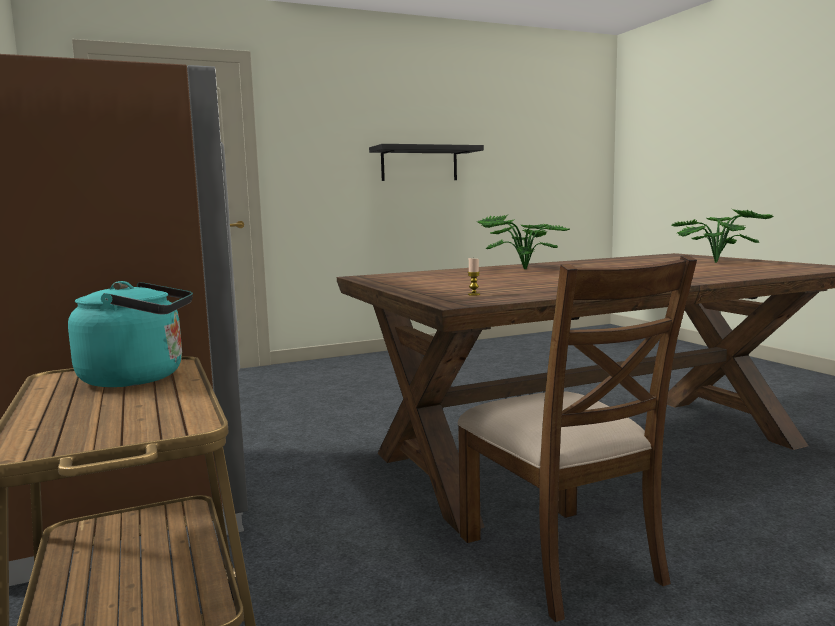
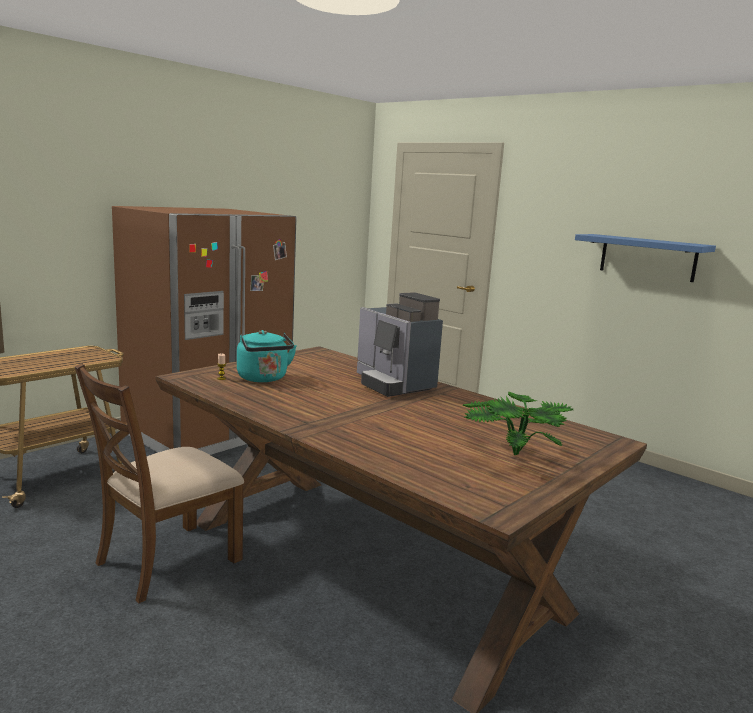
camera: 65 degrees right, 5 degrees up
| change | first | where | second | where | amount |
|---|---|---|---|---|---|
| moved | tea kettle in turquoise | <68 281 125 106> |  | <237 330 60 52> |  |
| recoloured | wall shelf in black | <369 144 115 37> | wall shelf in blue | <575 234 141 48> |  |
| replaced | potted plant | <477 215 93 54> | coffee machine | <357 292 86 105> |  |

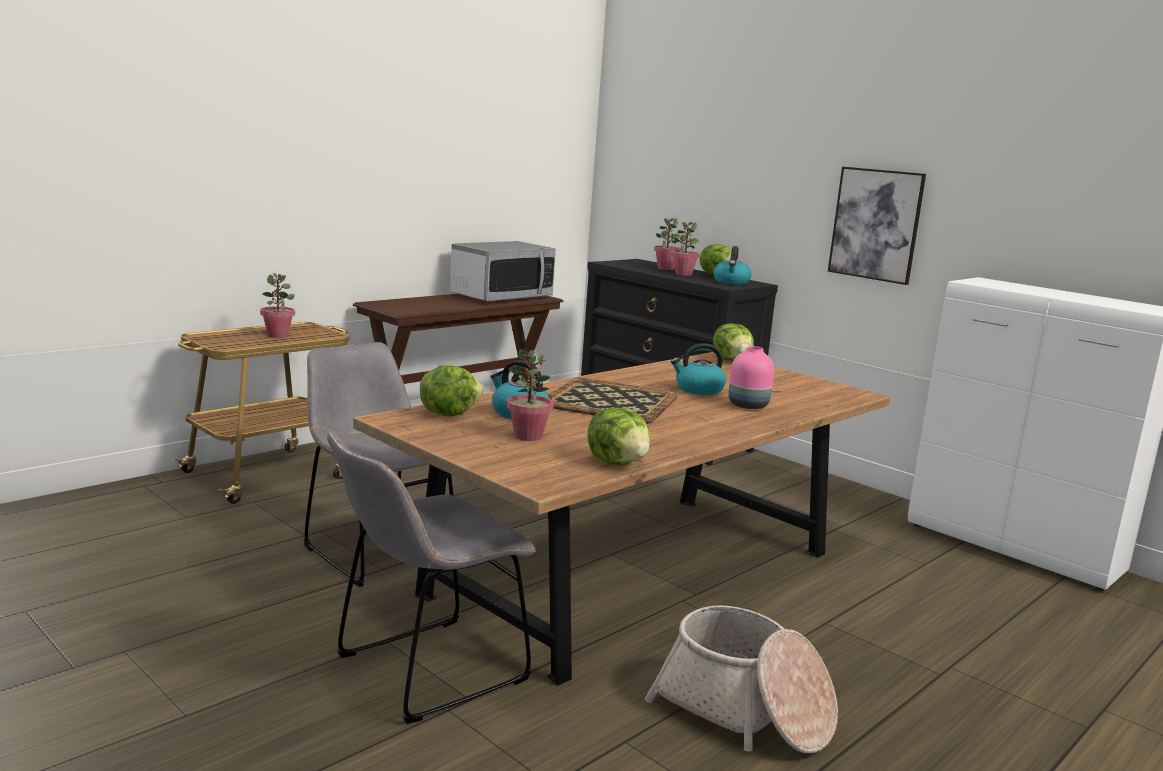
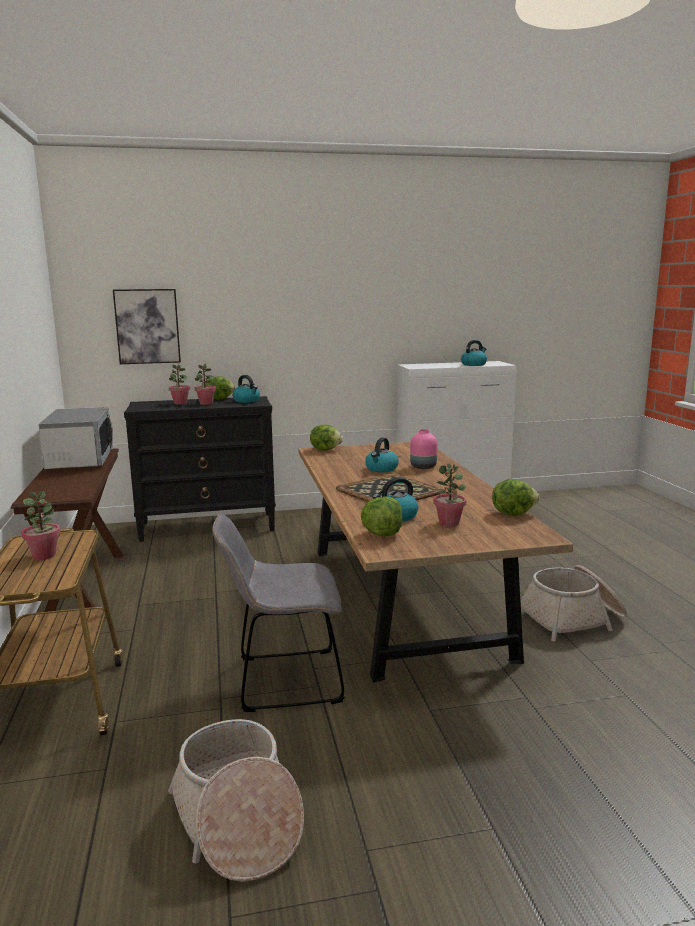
camera: 55 degrees left, 0 degrees up
| change | first | where | second | where | amount |
|---|---|---|---|---|---|
| removed | plain chair in greyish | <327 432 209 292> |  |  |  |
| moved | wall art | <828 167 98 118> |  | <113 289 68 75> |  |
| added |  |  | household basket | <168 719 136 162> |  |
| added |  |  | tea kettle | <461 340 26 26> |  |

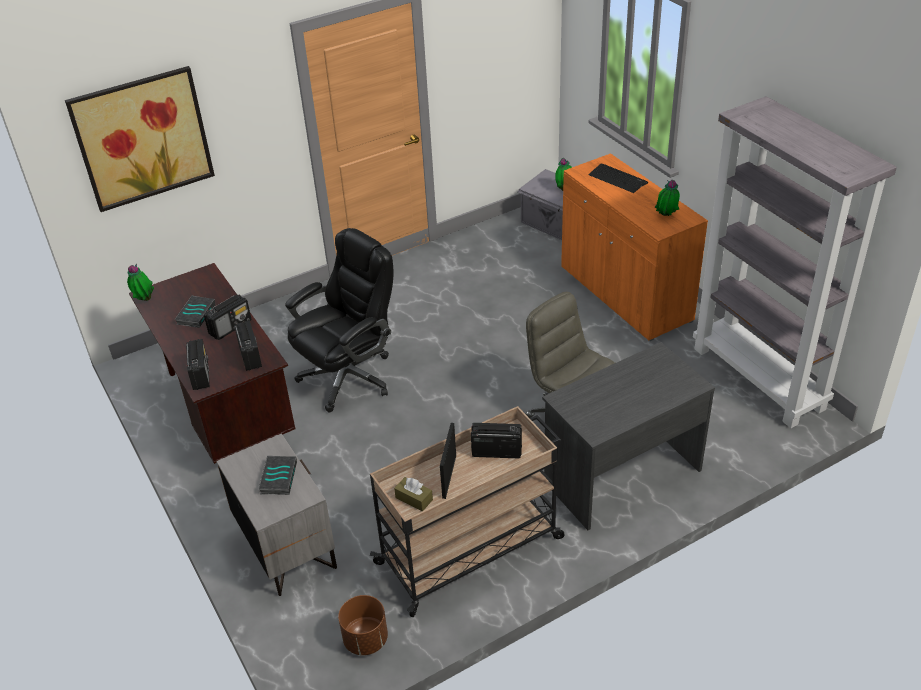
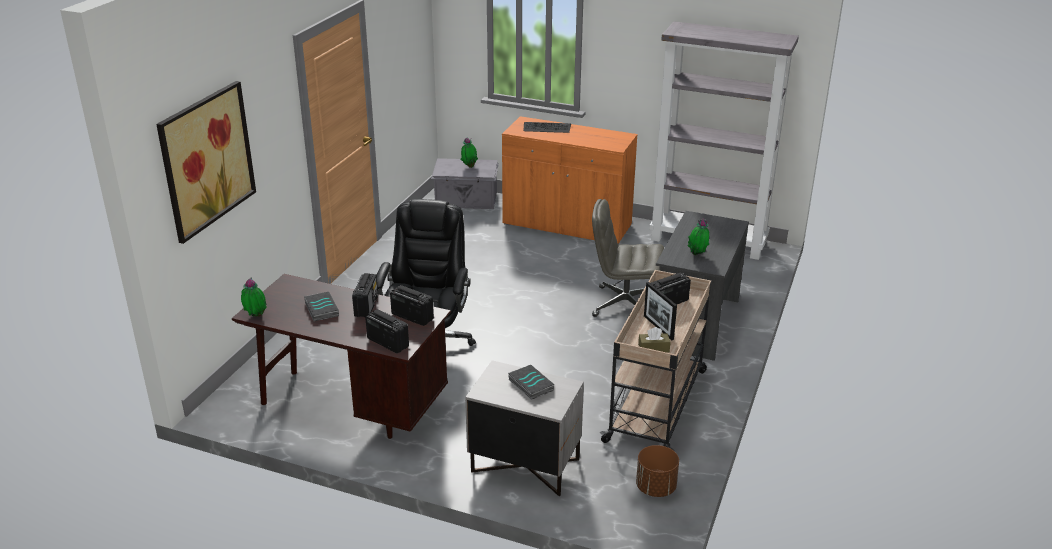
camera: 40 degrees left, 10 degrees down
| change | first | where | second | where | amount |
|---|---|---|---|---|---|
| moved | potted plant | <655 180 25 36> |  | <688 219 21 36> |  |

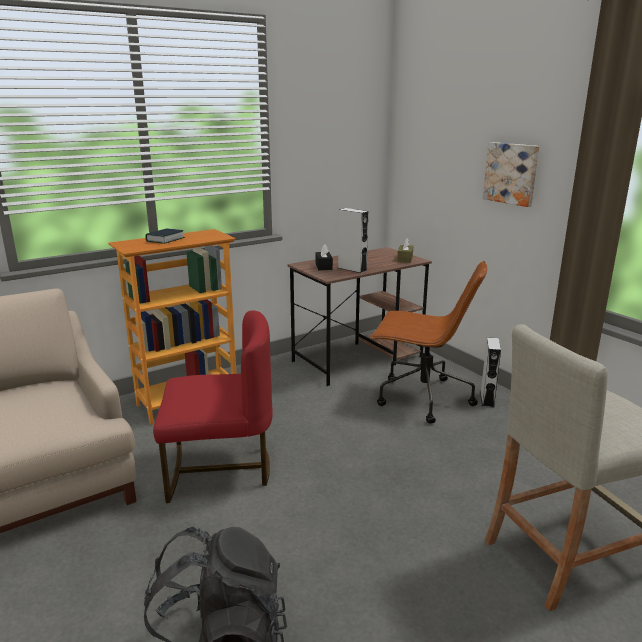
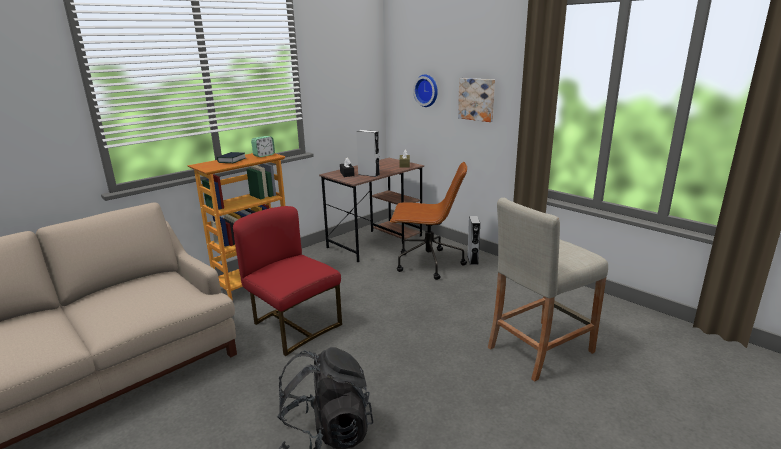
camera: 10 degrees left, 0 degrees up
| change | first | where | second | where | amount |
|---|---|---|---|---|---|
| turned | plain chair in reddish | <153 310 120 193> |  | <233 206 109 150> | 120 degrees counterclockwise |
| added |  |  | alarm clock | <251 136 24 21> |  |
| added |  |  | clock on the wall | <413 74 25 33> |  |

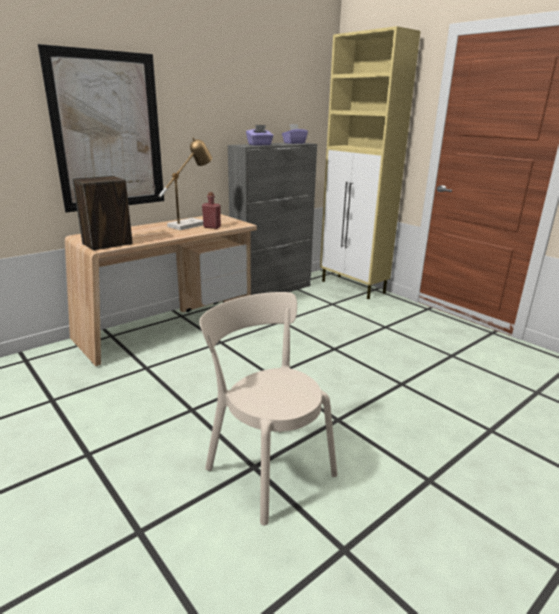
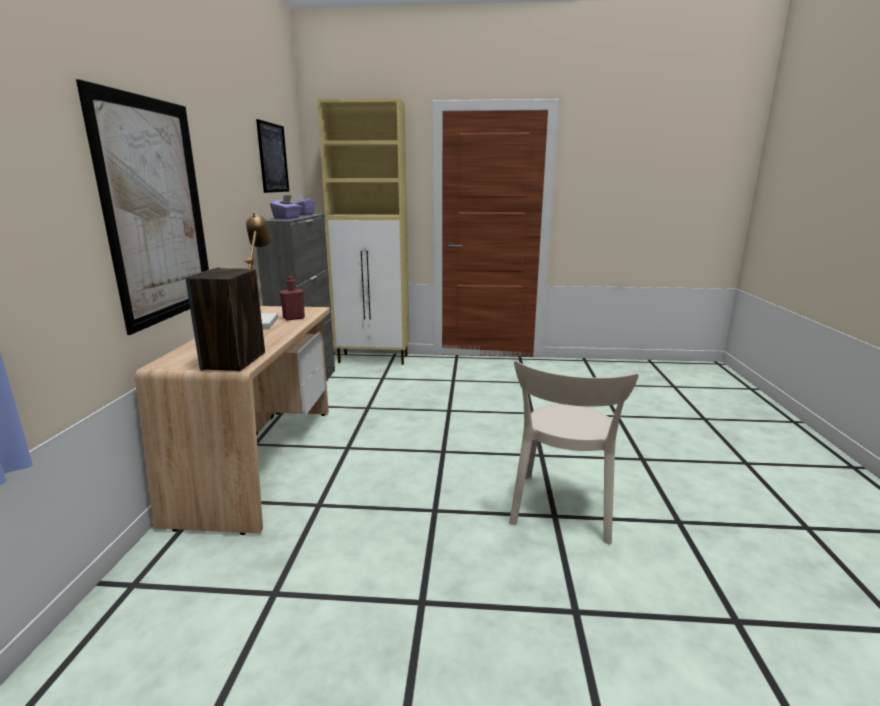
camera: 45 degrees left, 5 degrees down
| change | first | where | second | where | amount |
|---|---|---|---|---|---|
| turned | plain chair in sand-coloured | <199 292 138 234> |  | <509 361 129 183> | 75 degrees counterclockwise |
| added |  |  | wall art | <256 119 33 74> |  |

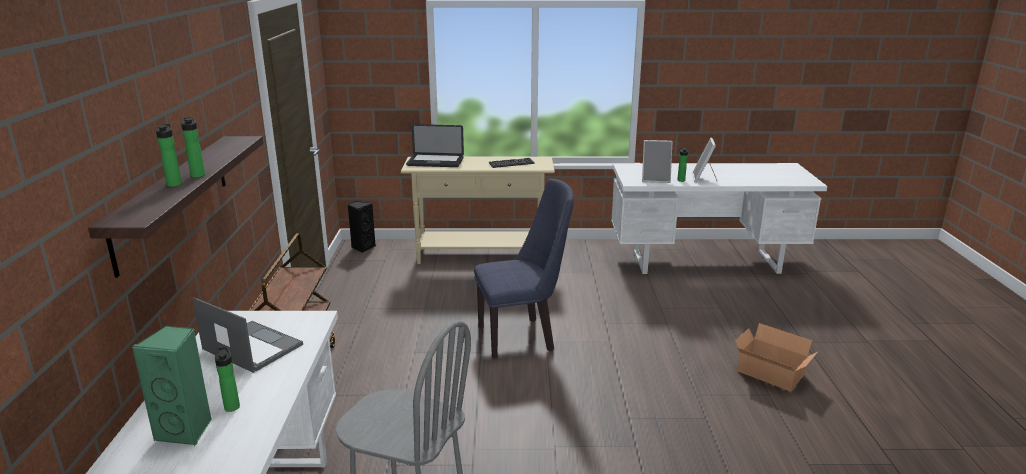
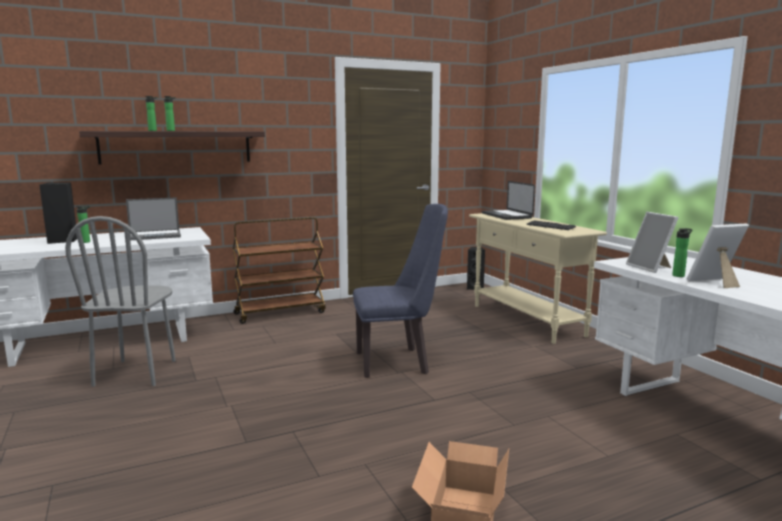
camera: 65 degrees right, 10 degrees down
| change | first | where | second | where | amount |
|---|---|---|---|---|---|
| recoloured | audio speaker in green-coloured | <132 326 80 120> | audio speaker in black | <39 182 38 62> |  |
| turned | laptop | <192 297 111 76> |  | <126 197 55 43> | 60 degrees clockwise |
| turned | plain chair in blue | <474 179 100 179> |  | <353 204 95 174> | 60 degrees counterclockwise |

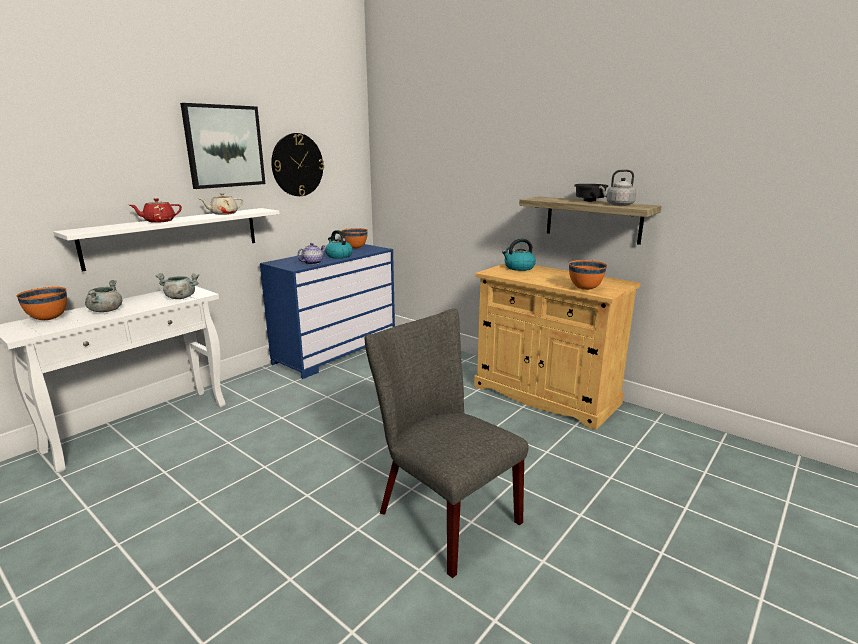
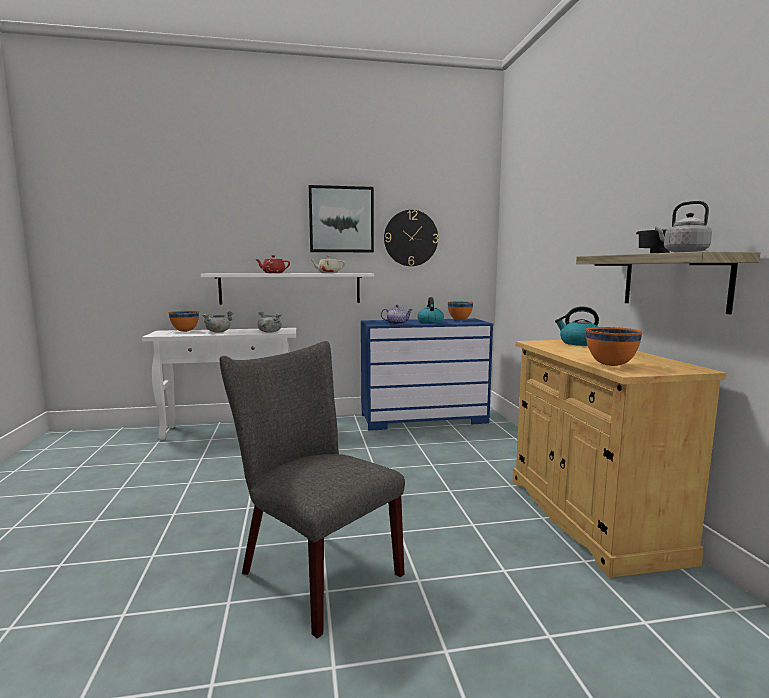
camera: 40 degrees right, 10 degrees down
| change | first | where | second | where | amount |
|---|---|---|---|---|---|
| turned | plain chair in greyish | <365 308 164 270> |  | <220 341 185 297> | 45 degrees counterclockwise |

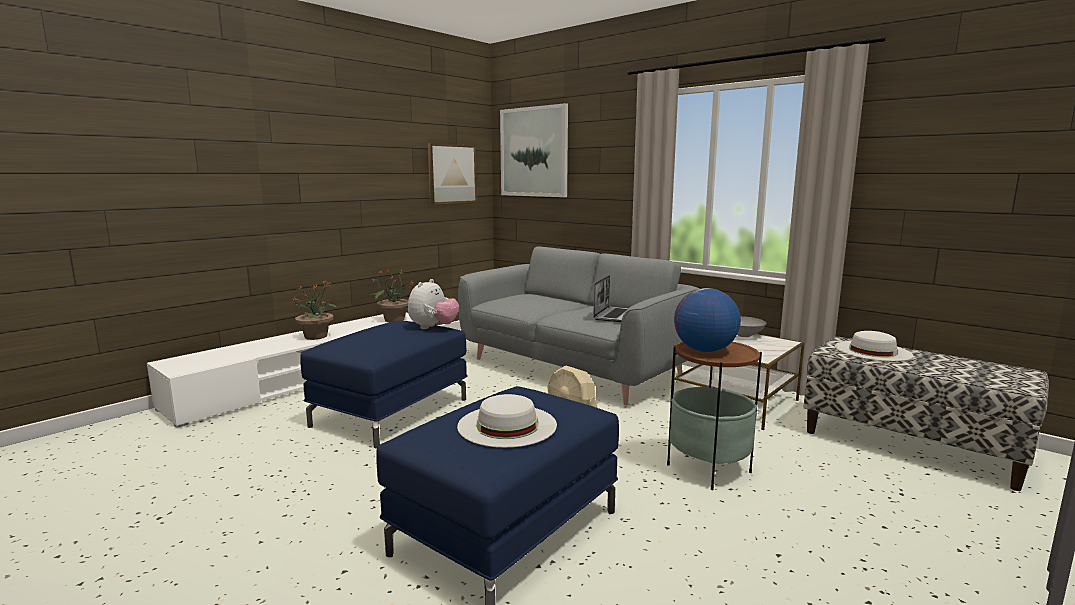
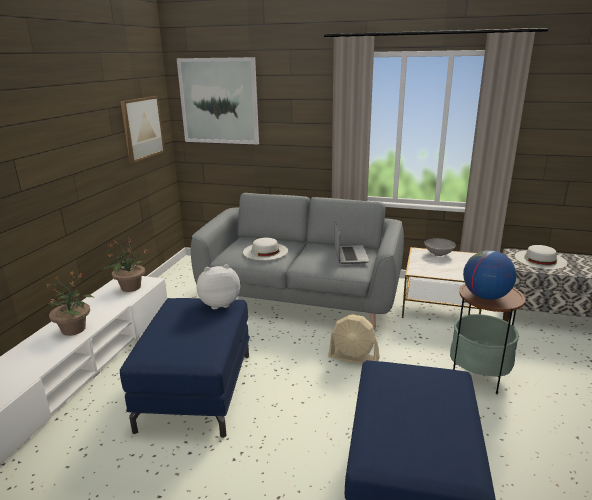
camera: 25 degrees left, 10 degrees up
| change | first | where | second | where | amount |
|---|---|---|---|---|---|
| turned | plush toy | <408 279 51 50> |  | <197 264 43 45> | 105 degrees counterclockwise |
| moved | clothing hat in white | <457 394 100 54> |  | <243 238 45 22> |  |

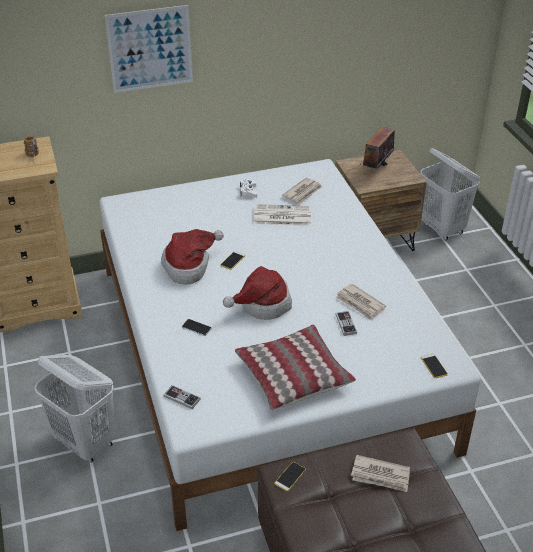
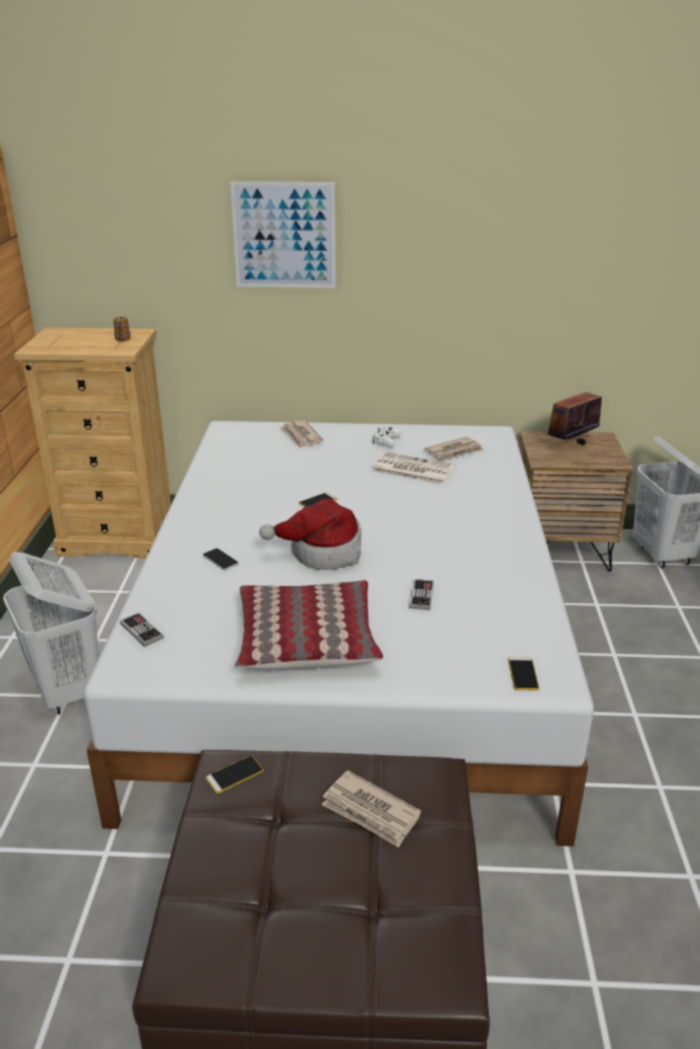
camera: 20 degrees right, 10 degrees down
| change | first | where | second | where | amount |
|---|---|---|---|---|---|
| removed | clothing hat | <161 229 63 56> |  |  |  |
| moved | daily paper | <336 284 50 37> |  | <280 420 43 28> |  |

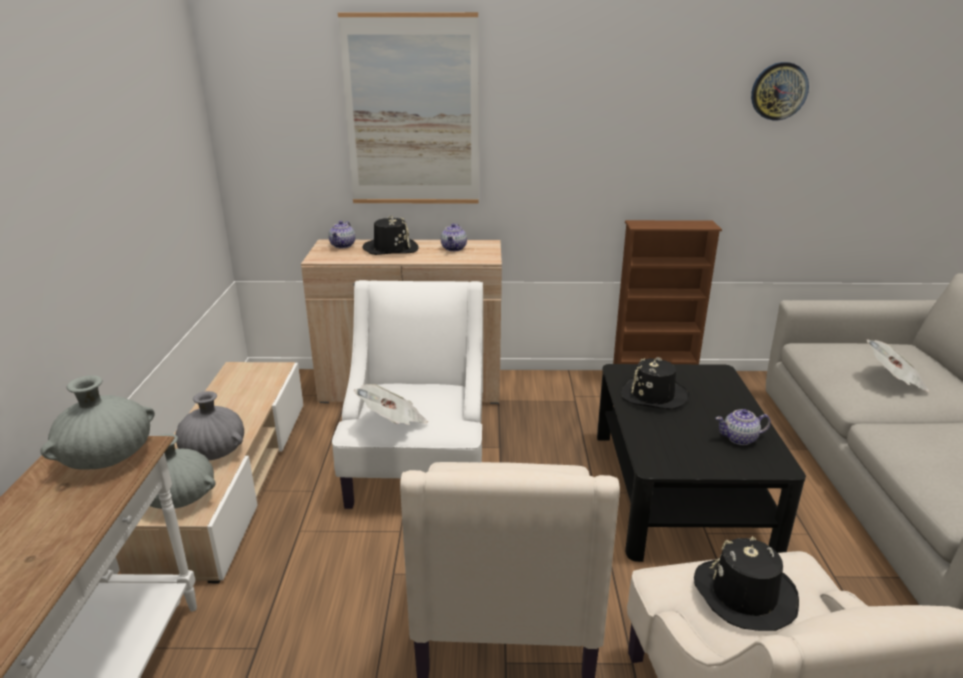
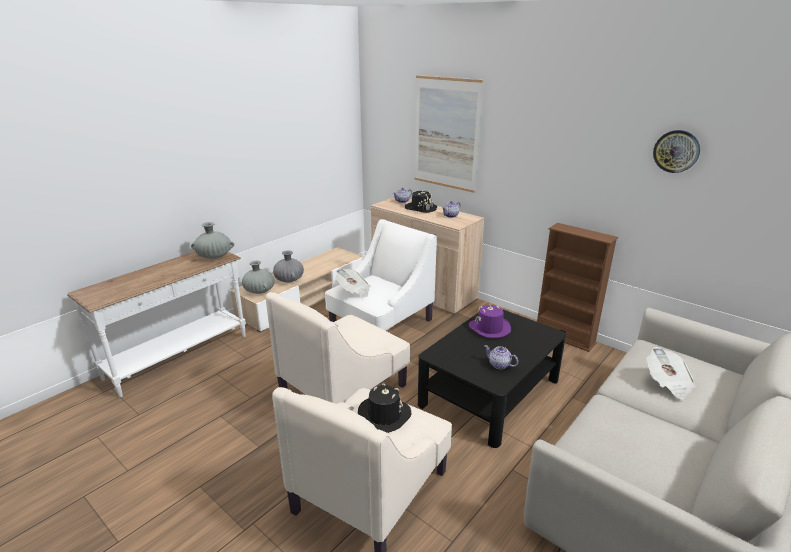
camera: 40 degrees right, 0 degrees up
| change | first | where | second | where | amount |
|---|---|---|---|---|---|
| recoloured | clothing hat in black | <621 357 68 53> | clothing hat in purplish | <469 304 42 34> |  |

